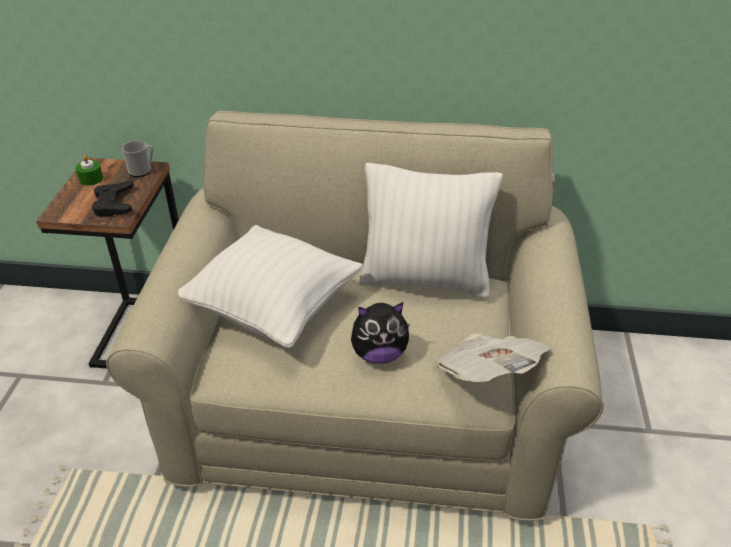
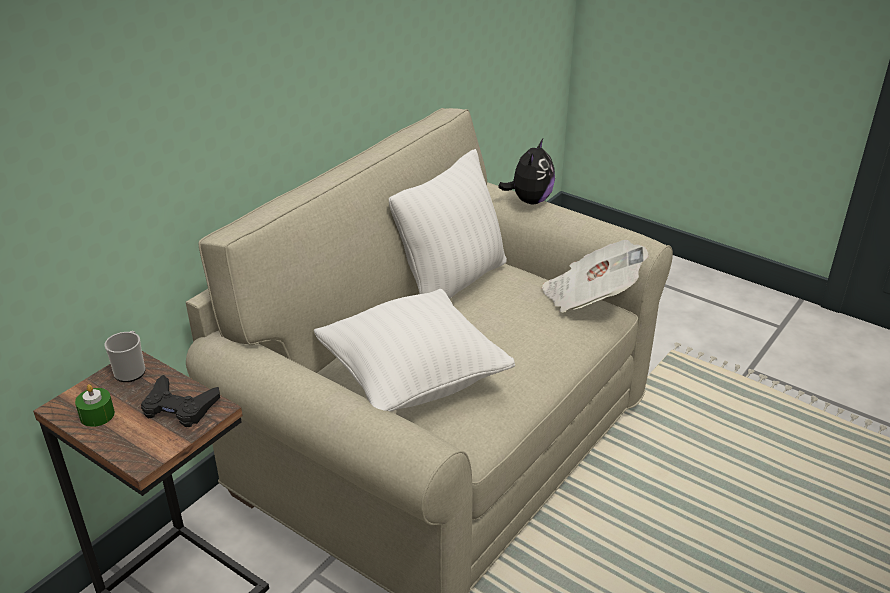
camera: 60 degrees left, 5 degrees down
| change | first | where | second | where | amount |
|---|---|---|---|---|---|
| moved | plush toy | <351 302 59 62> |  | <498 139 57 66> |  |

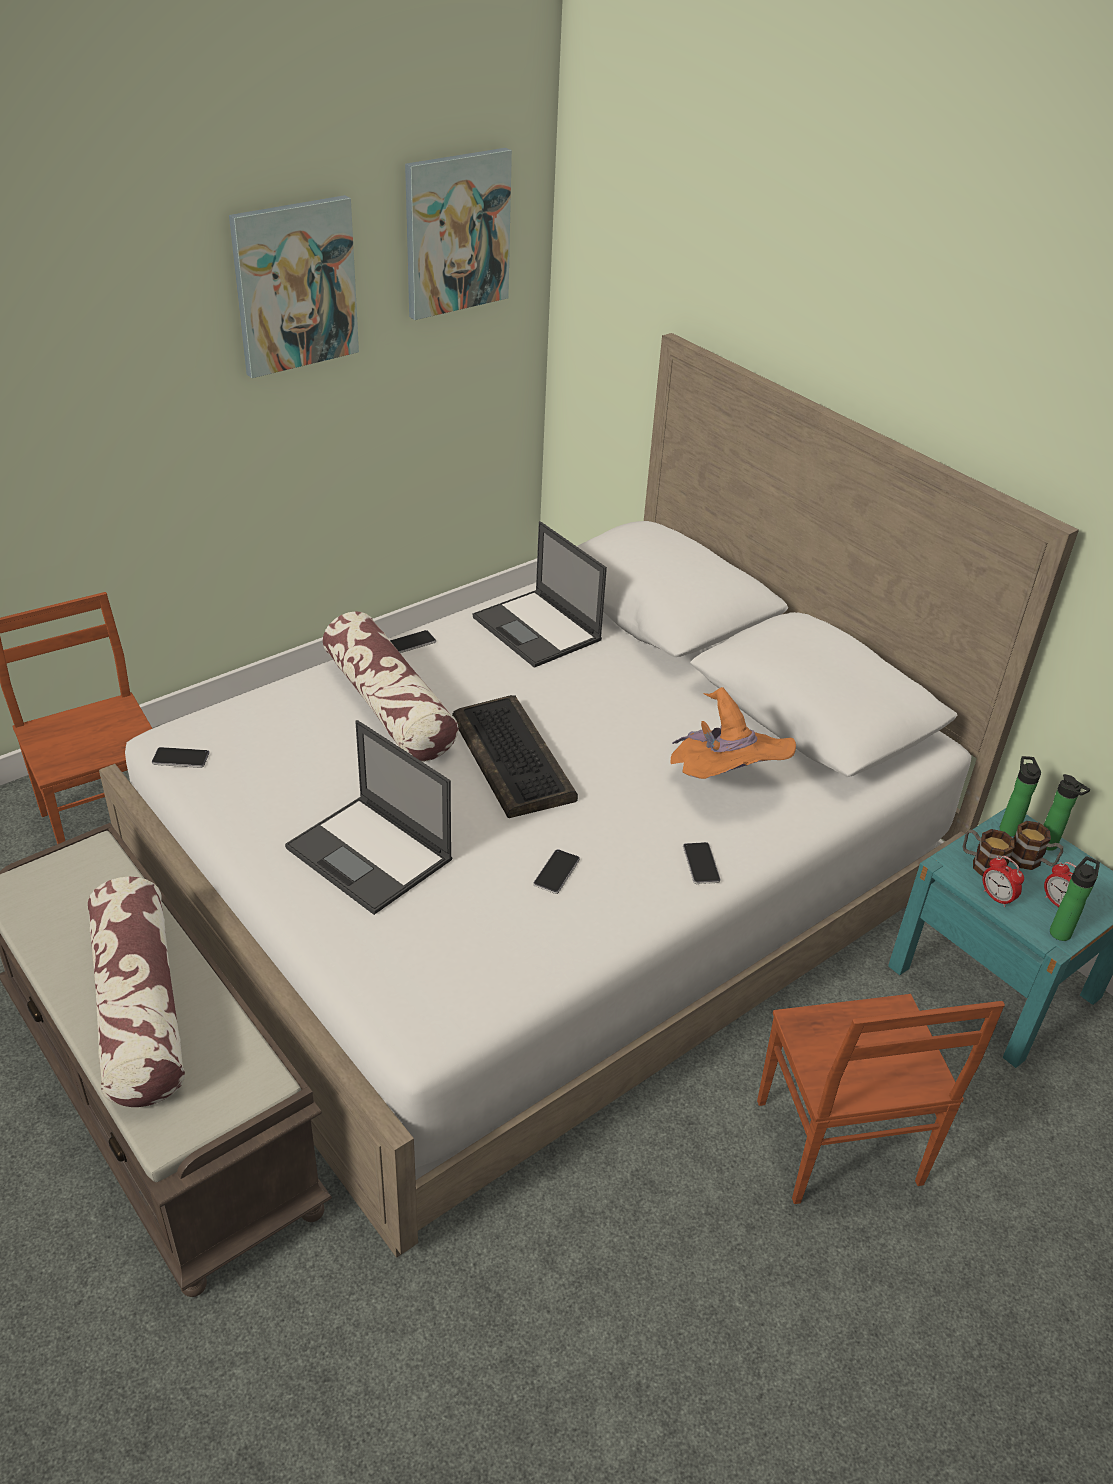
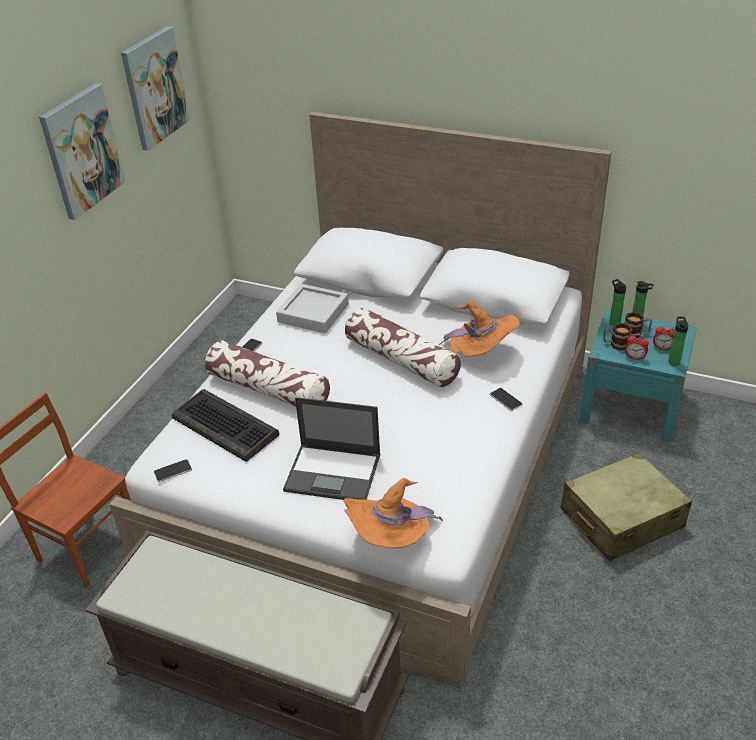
camera: 25 degrees left, 0 degrees up
| change | first | where | second | where | amount |
|---|---|---|---|---|---|
| moved | throw pillow | <88 877 97 230> |  | <345 308 116 80> |  |
| moved | computer keyboard | <452 695 126 123> |  | <172 389 107 73> |  |
| replaced | laptop | <473 521 134 147> | serving tray in greyish | <276 284 73 49> |  |
| removed | phone | <533 849 47 45> |  |  |  |
| replaced | plain chair in brown-coloured | <757 994 248 210> | piece of luggage in sand-coloured | <561 453 131 108> |  |
| added |  |  | clothing hat in orange | <344 478 99 70> |  |

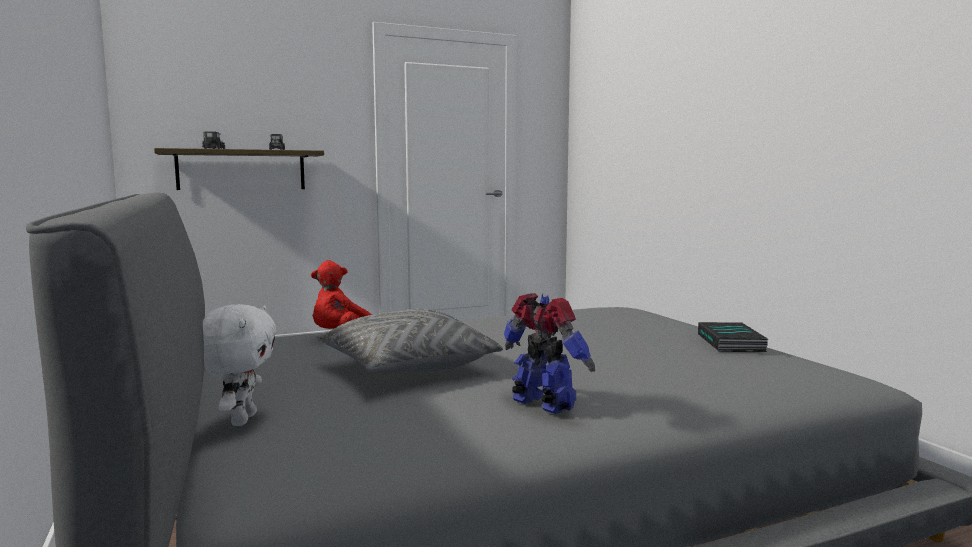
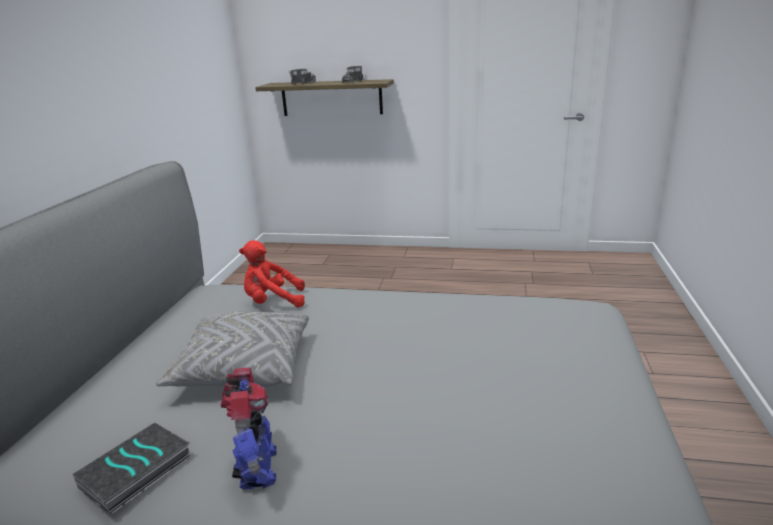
camera: 35 degrees right, 15 degrees up
| change | first | where | second | where | amount |
|---|---|---|---|---|---|
| removed | plush toy in white | <203 304 74 122> |  |  |  |
| moved | book | <698 322 70 30> |  | <73 423 119 92> |  |

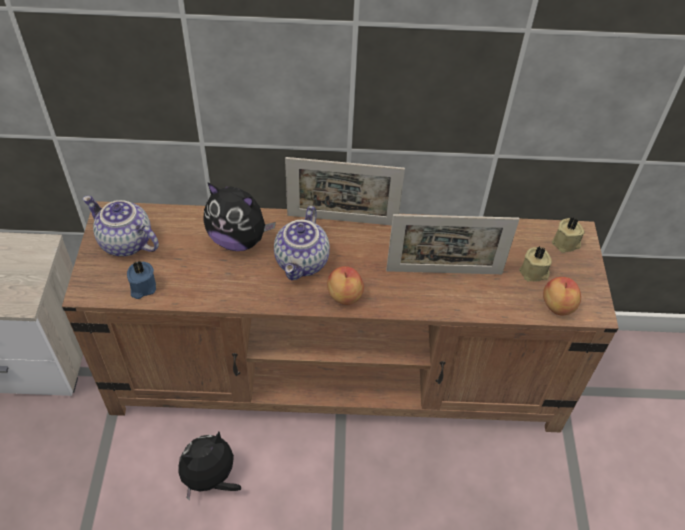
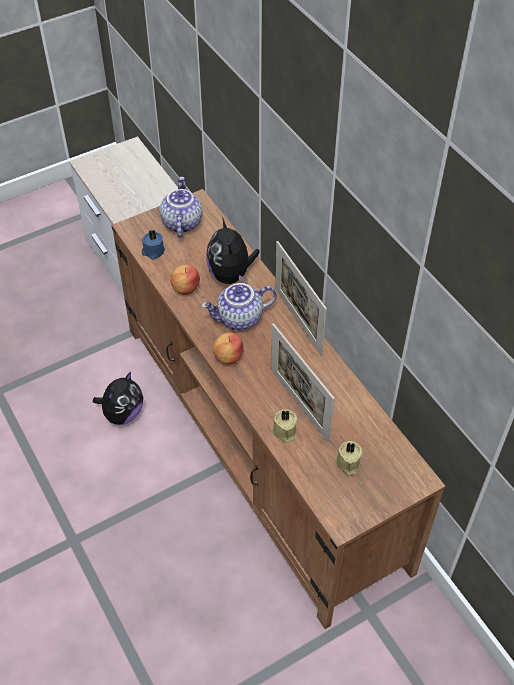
camera: 60 degrees right, 0 degrees up
| change | first | where | second | where | amount |
|---|---|---|---|---|---|
| turned | plush toy | <178 432 63 69> |  | <93 371 50 54> | 105 degrees clockwise |
| moved | whole apple | <543 277 38 38> |  | <170 264 30 31> |  |
| moved | wax candle in sand-coloured | <552 217 33 36> |  | <272 409 25 34> |  |

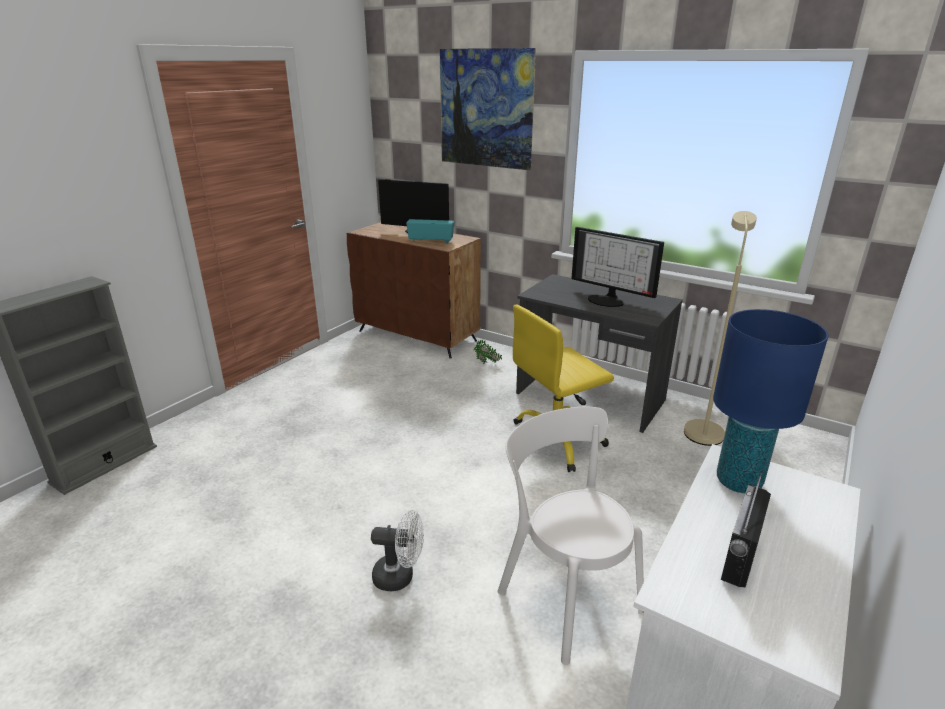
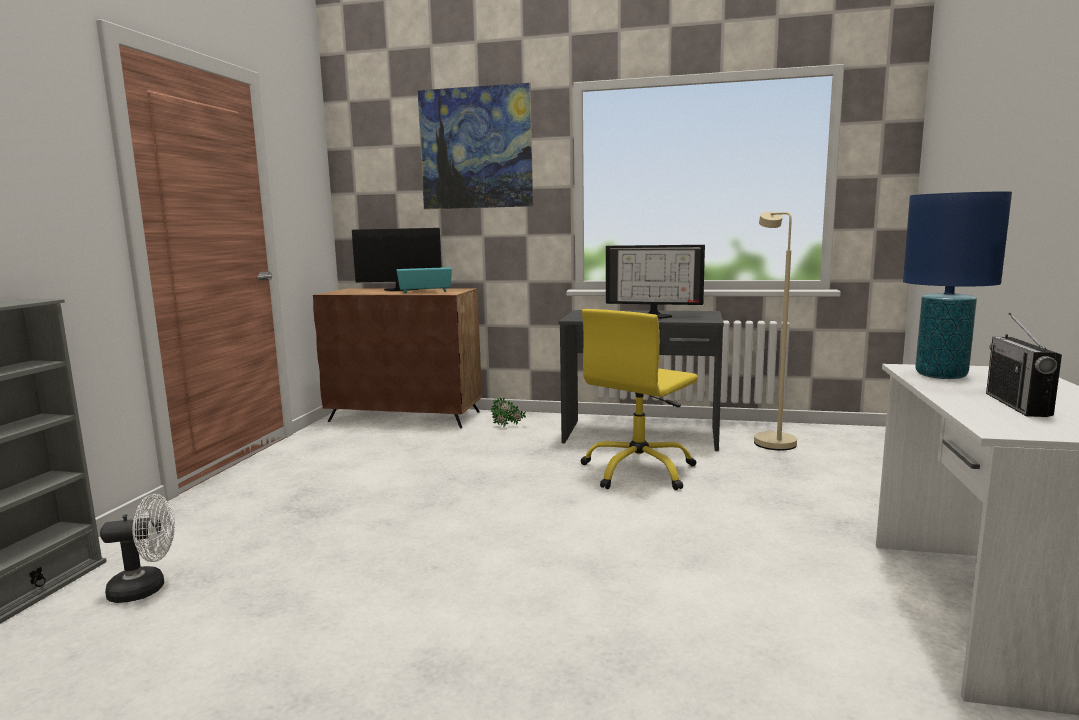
camera: 20 degrees left, 15 degrees down
| change | first | where | second | where | amount |
|---|---|---|---|---|---|
| moved | fan in white | <371 510 53 81> |  | <100 494 75 109> |  |
| removed | plain chair in white | <497 407 147 258> |  |  |  |

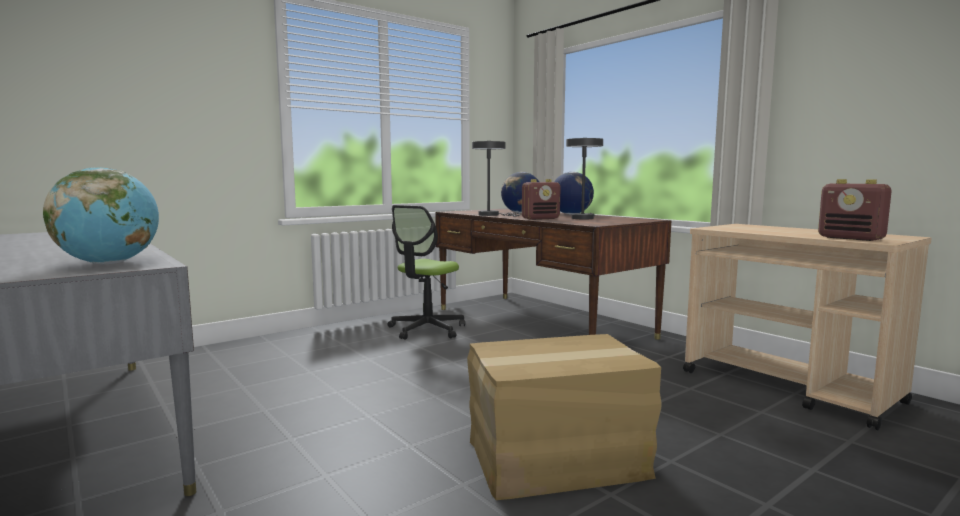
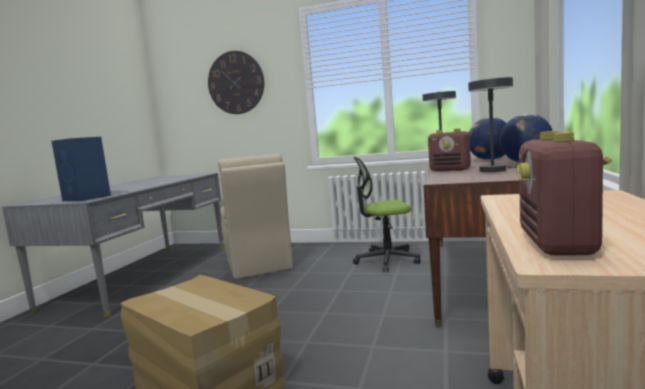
camera: 55 degrees right, 0 degrees up
| change | first | where | second | where | amount |
|---|---|---|---|---|---|
| replaced | desk globe | <43 167 116 97> | audio speaker in blue | <51 137 60 64> |  |
| added |  |  | clock on the wall | <208 51 56 63> |  |
| added |  |  | plain chair in sand-coloured | <218 154 75 125> |  |

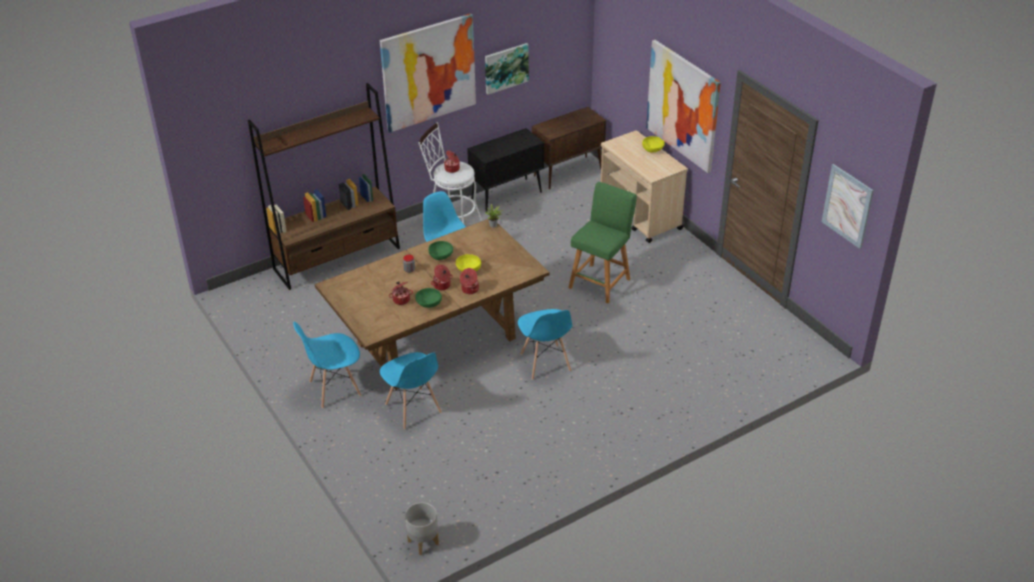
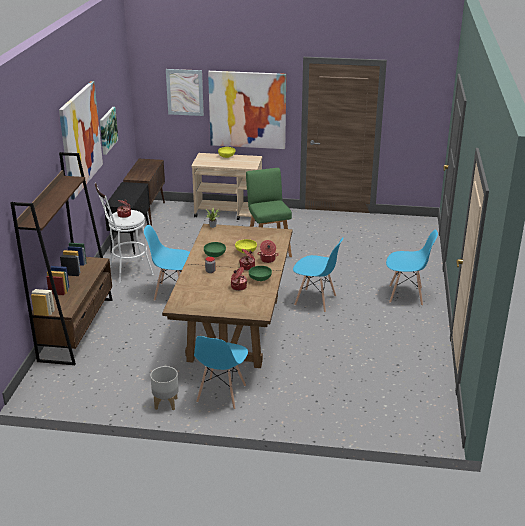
camera: 50 degrees left, 10 degrees down
| change | first | where | second | where | amount |
|---|---|---|---|---|---|
| moved | plain chair in blue | <380 352 62 78> |  | <386 230 52 76> |  |
| moved | planter in greyish | <405 502 34 53> |  | <150 366 29 44> |  |
| moved | wall art | <822 164 52 85> |  | <166 69 38 47> |  |

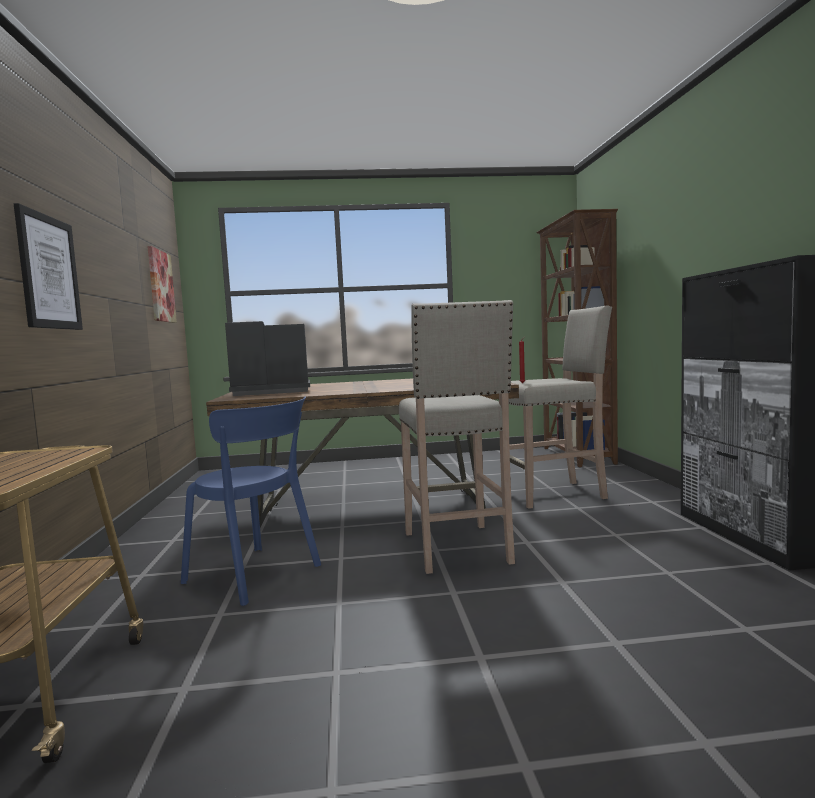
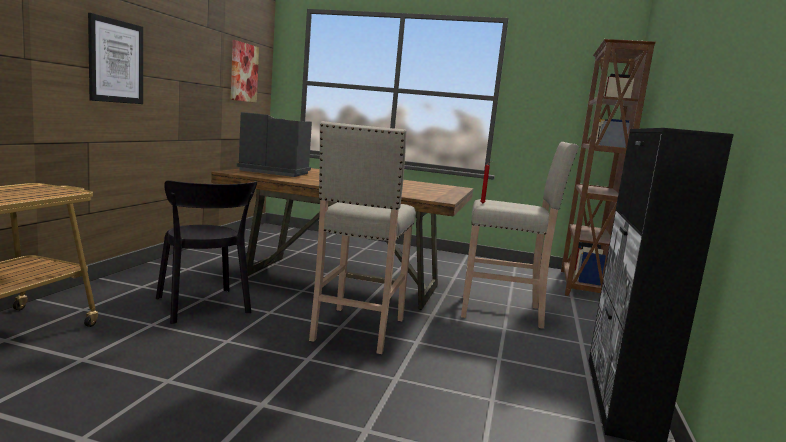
camera: 20 degrees right, 5 degrees up
| change | first | where | second | where | amount |
|---|---|---|---|---|---|
| recoloured | plain chair in blue | <181 397 140 209> | plain chair in black | <156 180 101 144> |  |

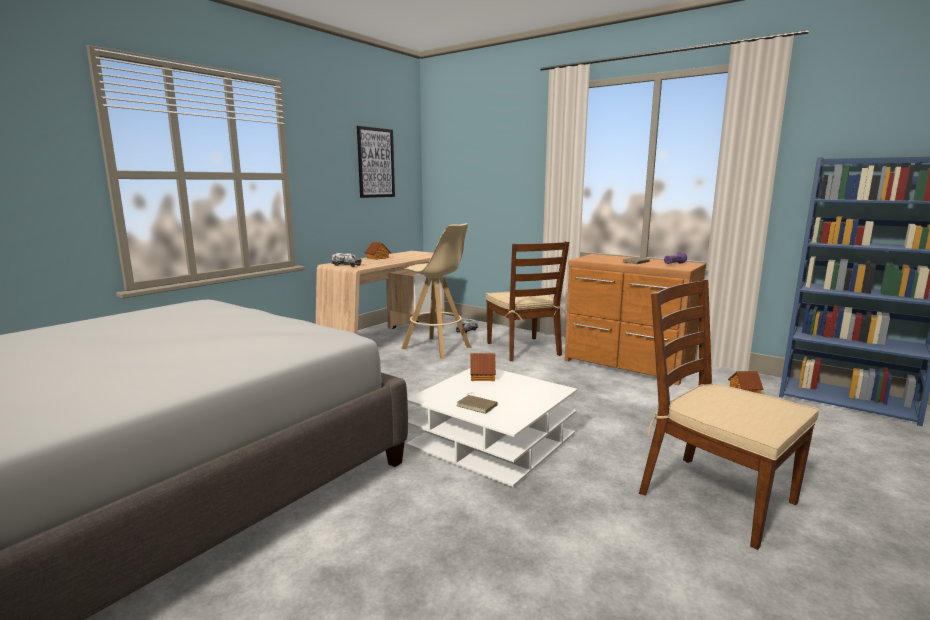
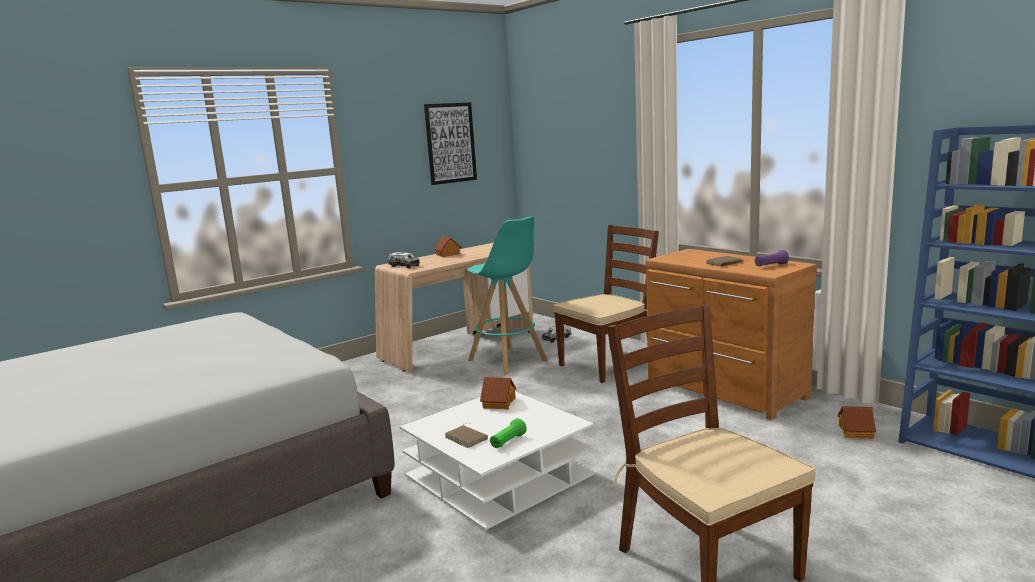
camera: 15 degrees right, 0 degrees up
| change | first | where | second | where | amount |
|---|---|---|---|---|---|
| recoloured | stool seat in sand-coloured | <402 223 69 136> | stool seat in turquoise | <466 216 82 159> |  |
| turned | plain chair in brown-coloured | <486 241 83 120> |  | <553 225 106 158> | 120 degrees counterclockwise |
| added |  |  | flashlight in green-coloured | <490 418 37 30> |  |

